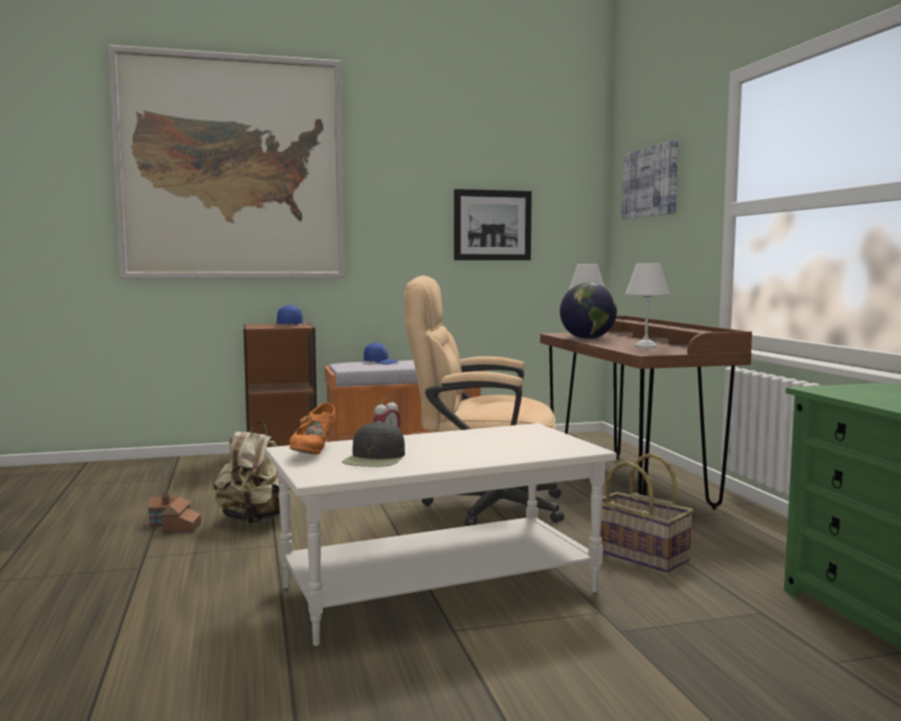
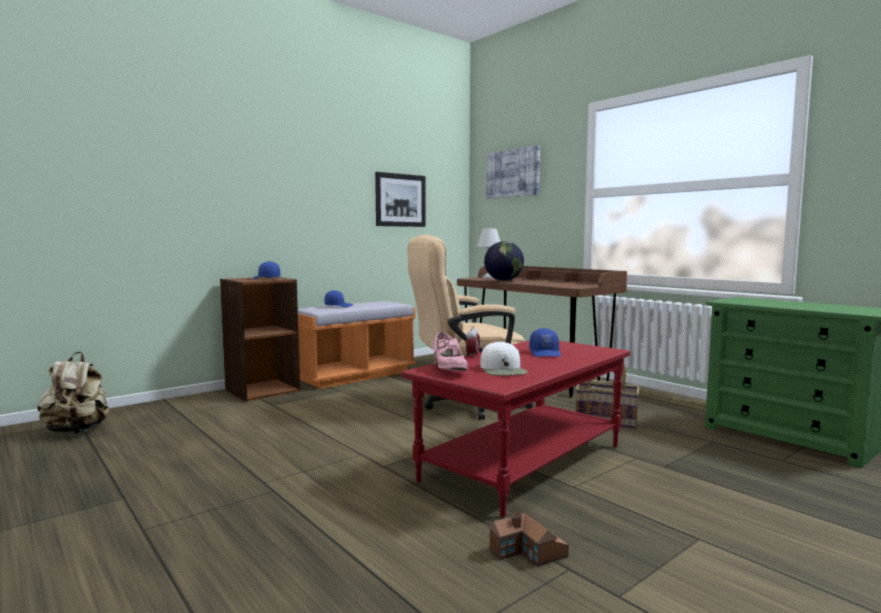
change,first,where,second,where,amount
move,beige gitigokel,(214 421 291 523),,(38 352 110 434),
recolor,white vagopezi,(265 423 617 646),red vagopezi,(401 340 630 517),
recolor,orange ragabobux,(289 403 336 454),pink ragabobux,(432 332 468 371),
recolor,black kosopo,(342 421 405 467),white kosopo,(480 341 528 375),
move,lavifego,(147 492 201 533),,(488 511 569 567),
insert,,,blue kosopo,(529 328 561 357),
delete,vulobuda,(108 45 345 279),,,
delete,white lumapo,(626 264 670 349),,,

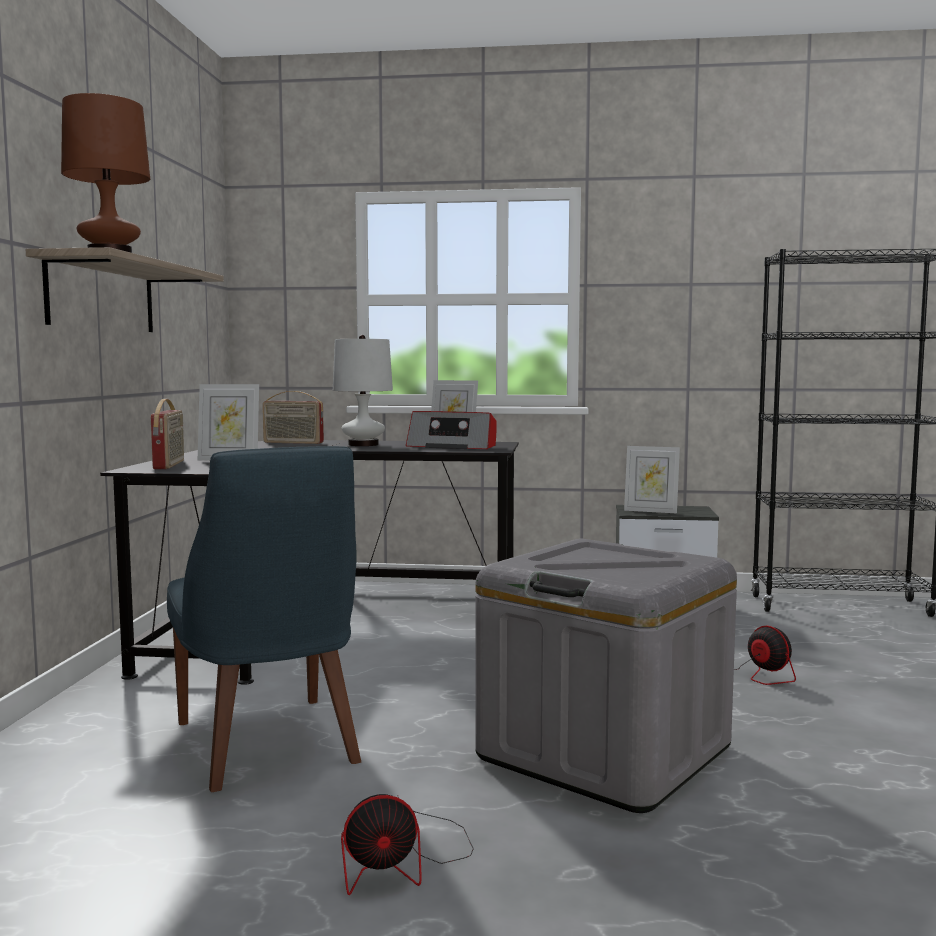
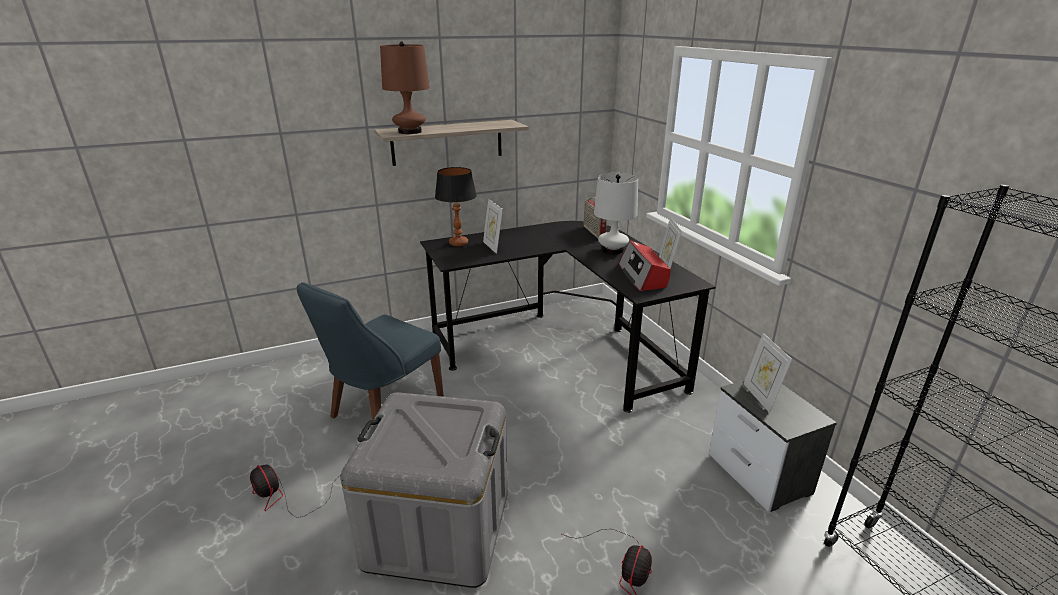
change,first,where,second,where,amount
replace,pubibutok,(151 399 184 469),lumapo,(435 167 477 246),

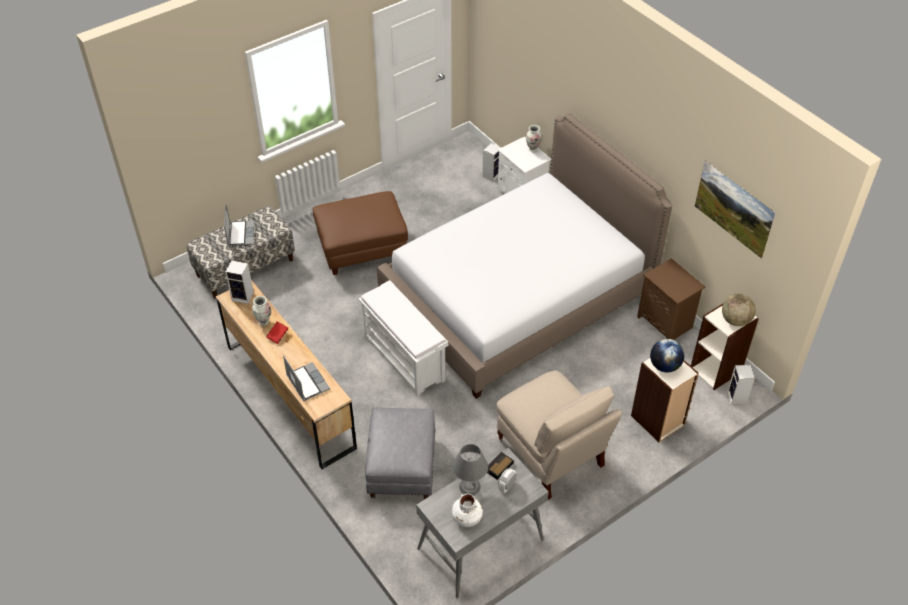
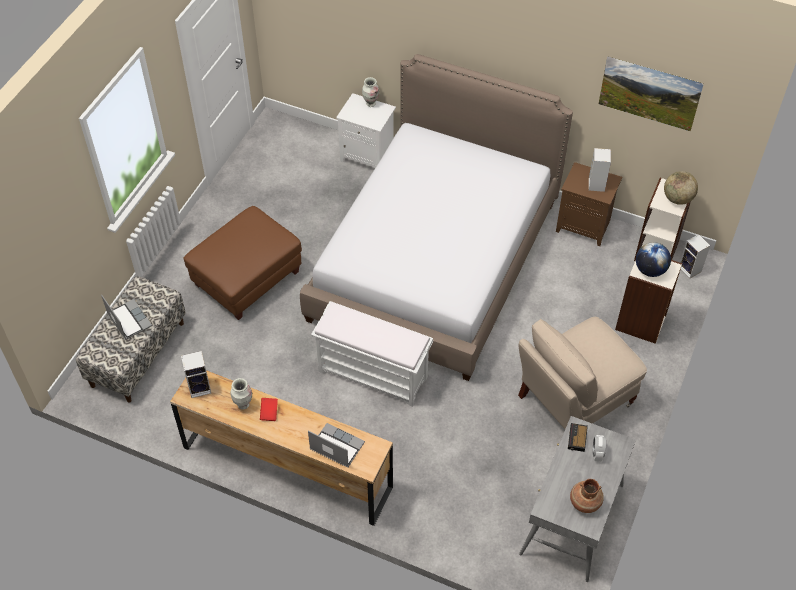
change,first,where,second,where,amount
rotate,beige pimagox,(497 370 622 500),,(518 317 647 429),120 degrees clockwise
recolor,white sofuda,(452 494 483 527),brown sofuda,(570 479 604 513),
move,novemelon,(482 143 502 182),,(589 148 611 192),
delete,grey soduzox,(365 408 435 499),,,
delete,grey lumapo,(452 444 488 496),,,

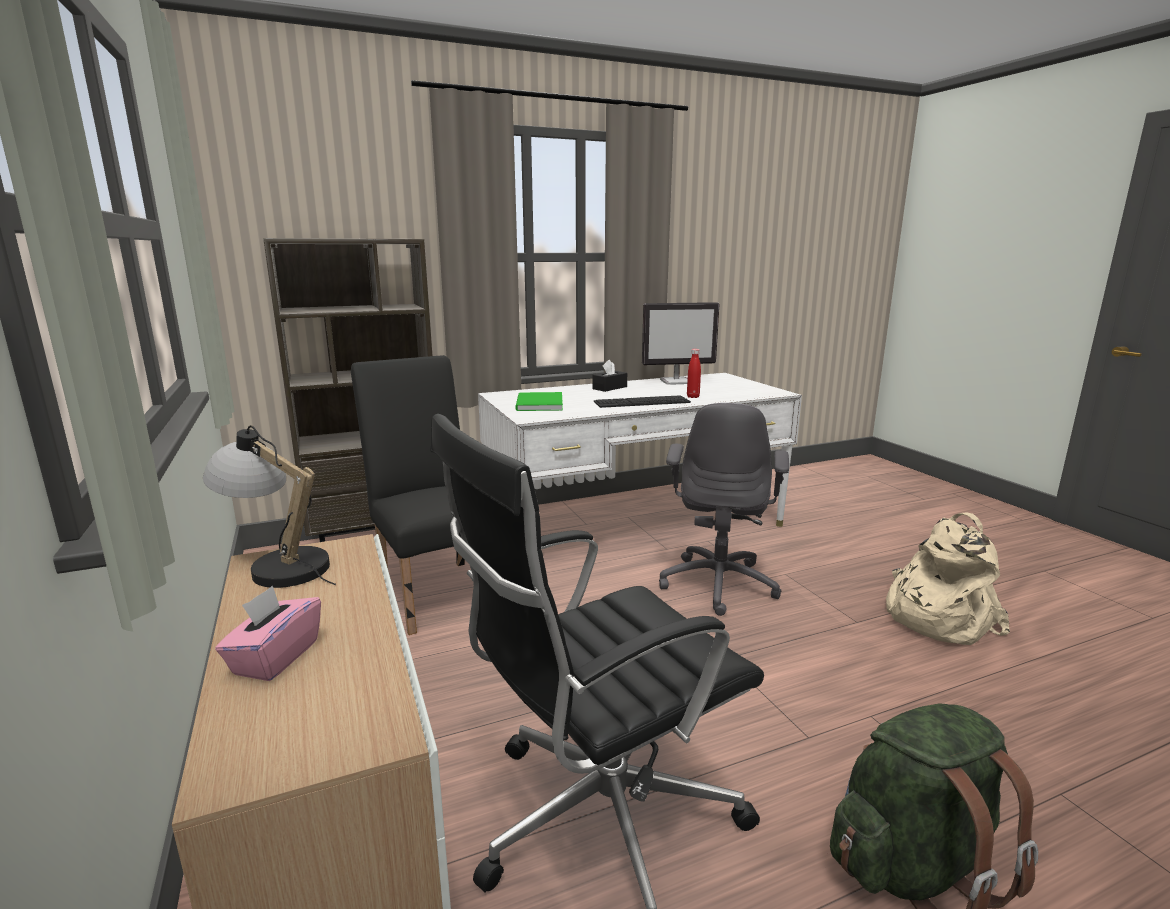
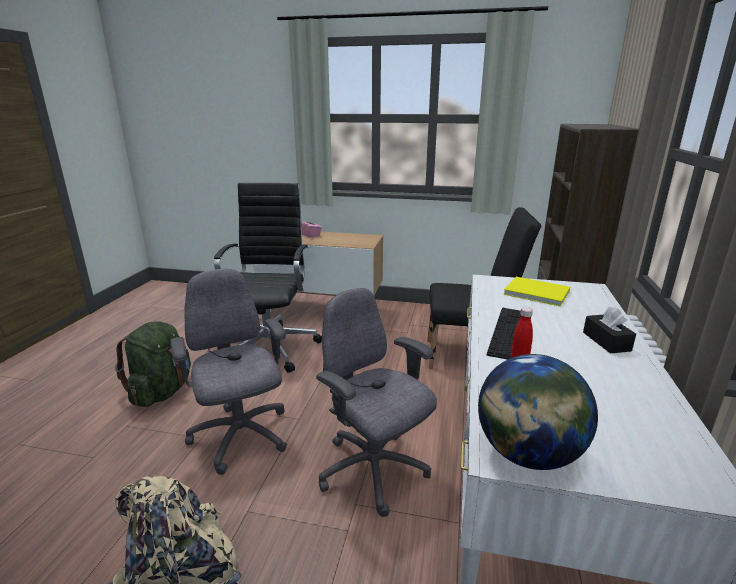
change,first,where,second,where,amount
insert,,,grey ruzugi,(170 269 287 475),
insert,,,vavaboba,(478 354 598 470),
recolor,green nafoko,(515 392 563 411),yellow nafoko,(503 277 570 307),
delete,lumapo,(203 425 336 588),,,
delete,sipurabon,(642 302 719 385),,,

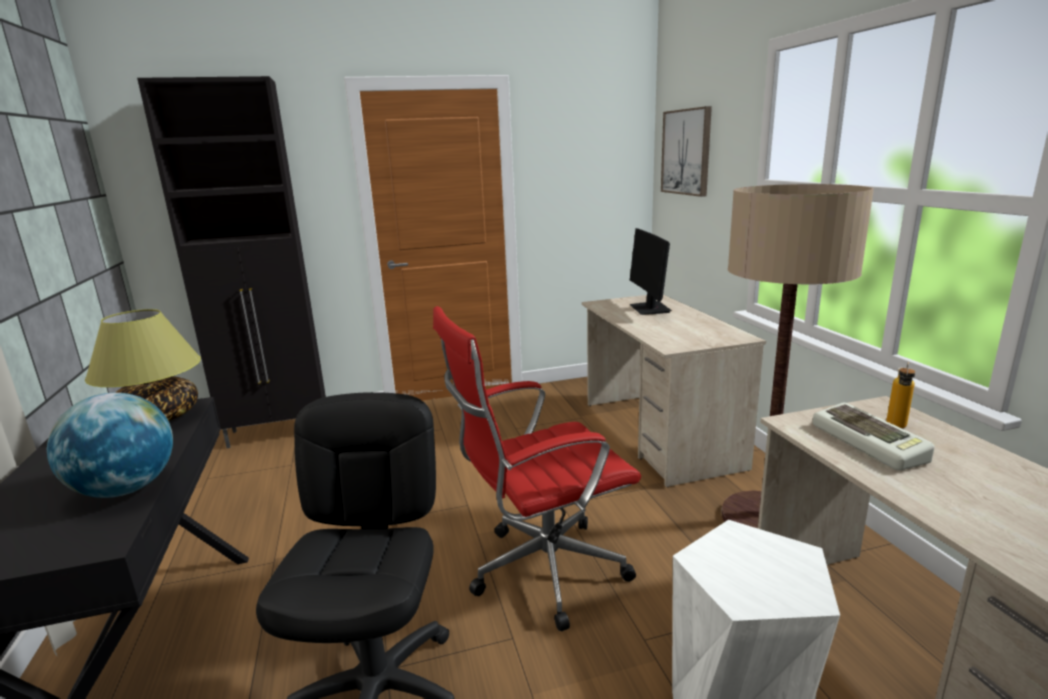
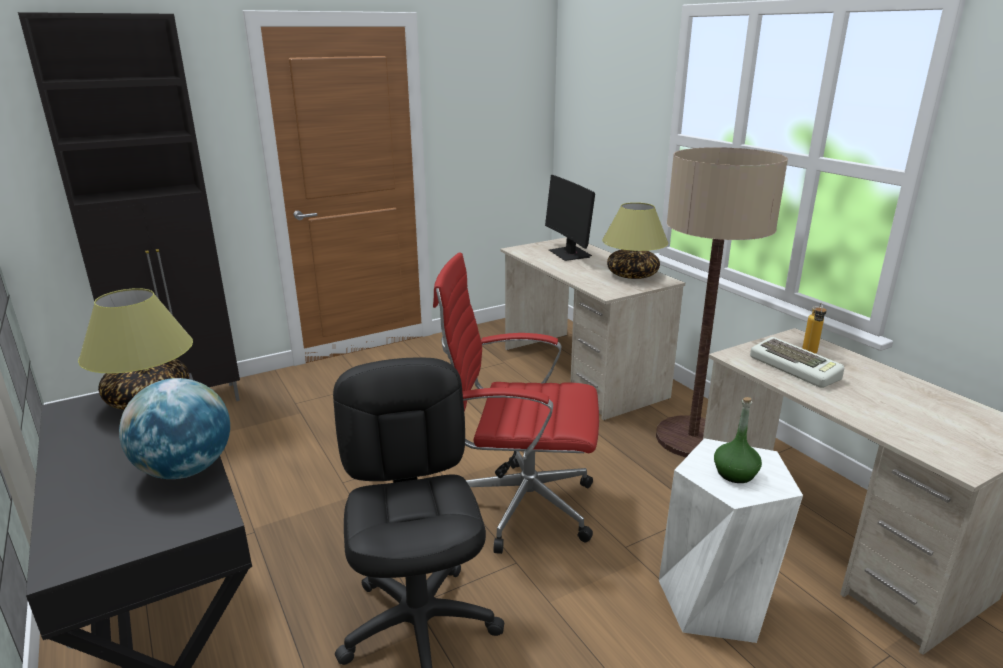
change,first,where,second,where,amount
rotate,red ruzugi,(433 306 641 631),,(433 252 599 554),45 degrees clockwise
insert,,,lumapo,(602 202 669 279),
insert,,,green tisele,(714 397 762 483),
delete,vulobuda,(661 106 712 197),,,

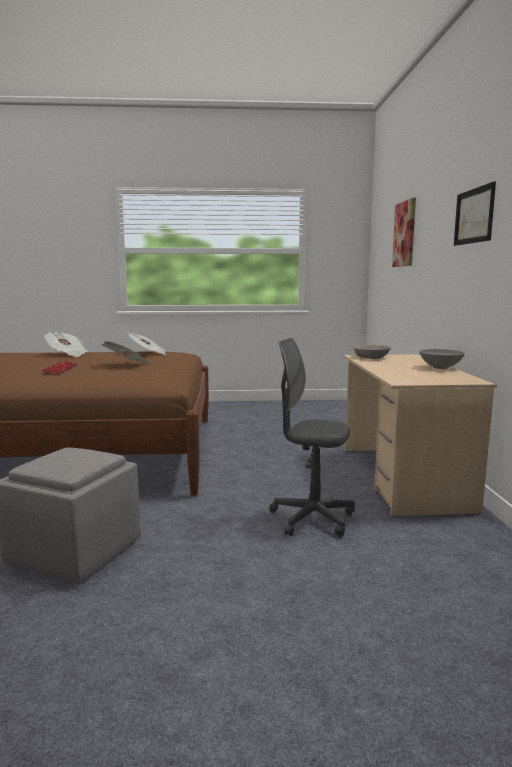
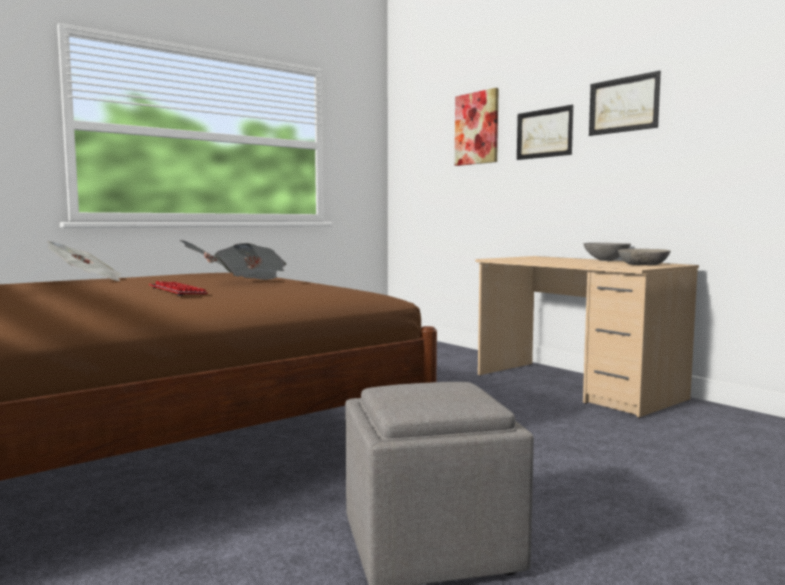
change,first,where,second,where,amount
insert,,,vulobuda,(517 105 573 160),
move,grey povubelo,(353 344 391 359),,(618 249 671 265),
delete,grey ruzugi,(269 338 355 538),,,

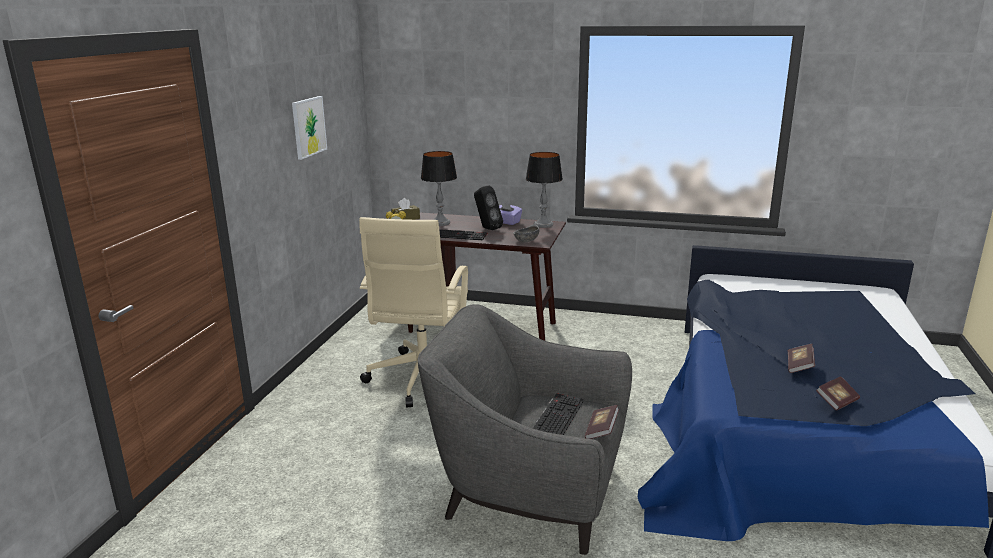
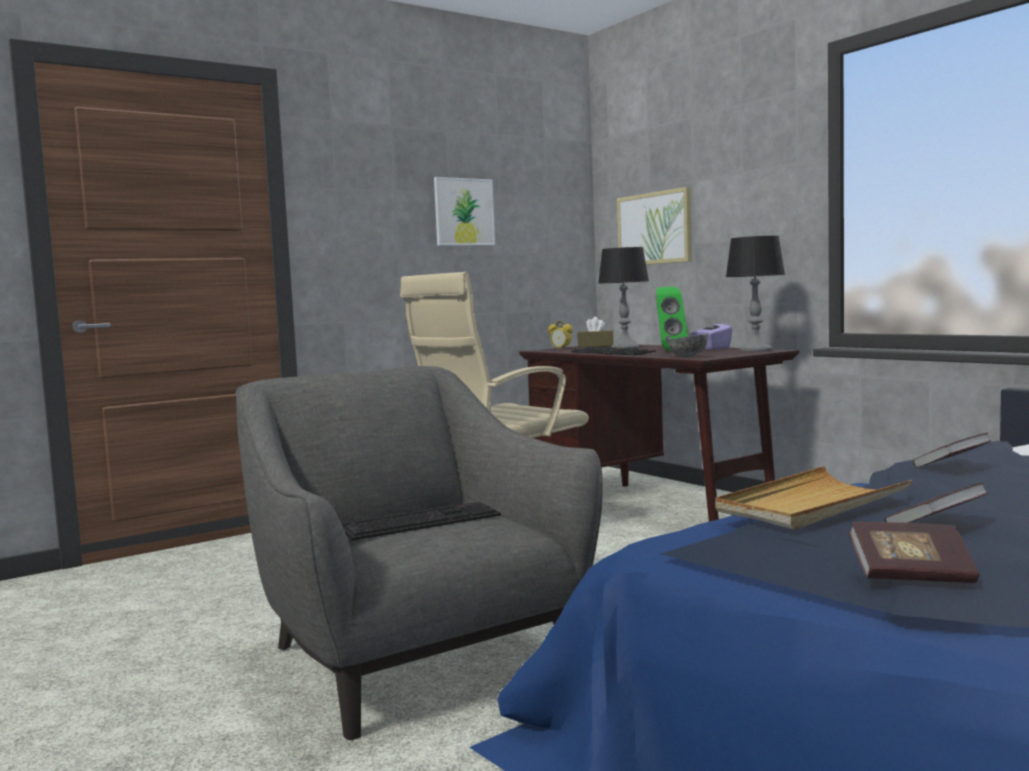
change,first,where,second,where,amount
insert,,,vulobuda,(617 187 692 265),
recolor,black novemelon,(474 186 503 230),green novemelon,(656 287 688 351),
insert,,,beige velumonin,(715 466 913 530),
move,nafoko,(585 405 619 439),,(913 433 991 468),

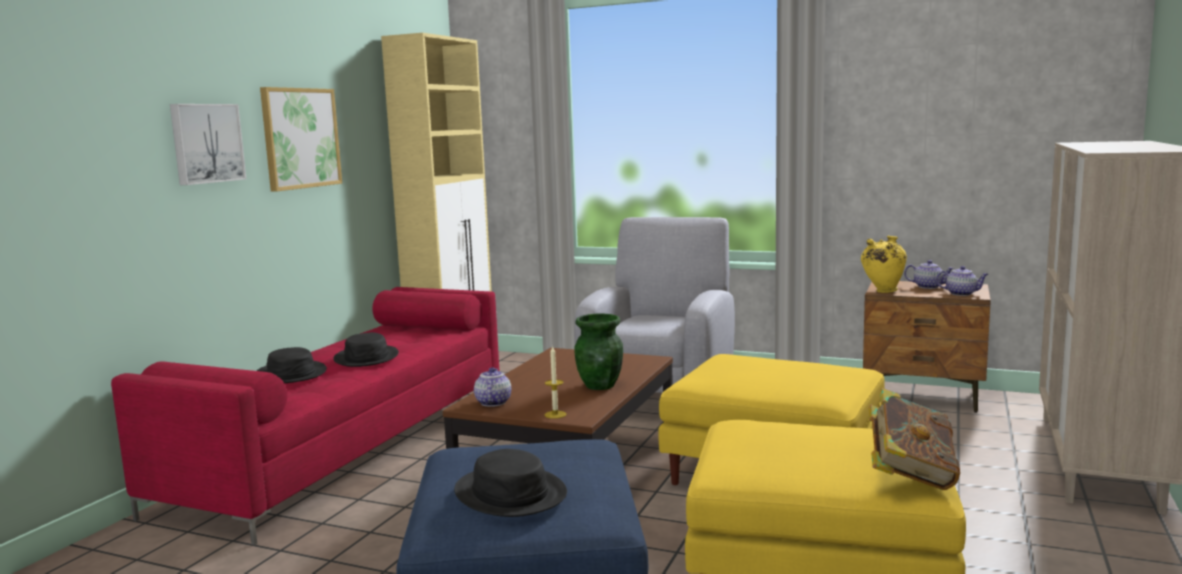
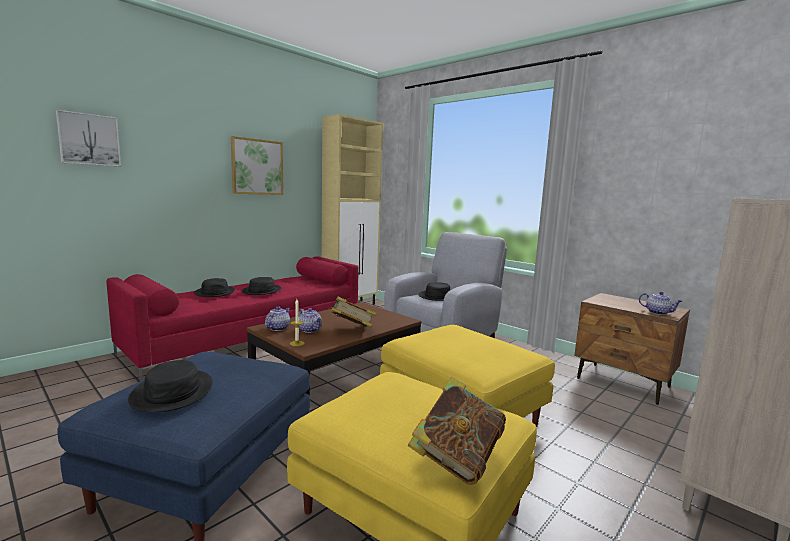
change,first,where,second,where,amount
move,vulobuda,(170 104 246 185),,(56 110 121 166),
move,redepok,(904 260 954 289),,(299 308 322 333),
replace,green sofuda,(574 314 623 390),nafoko,(329 297 377 327),
insert,,,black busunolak,(419 282 450 301),
delete,yellow sofuda,(861 236 907 293),,,

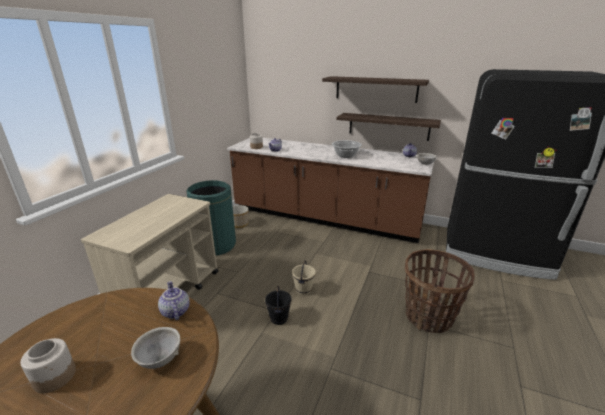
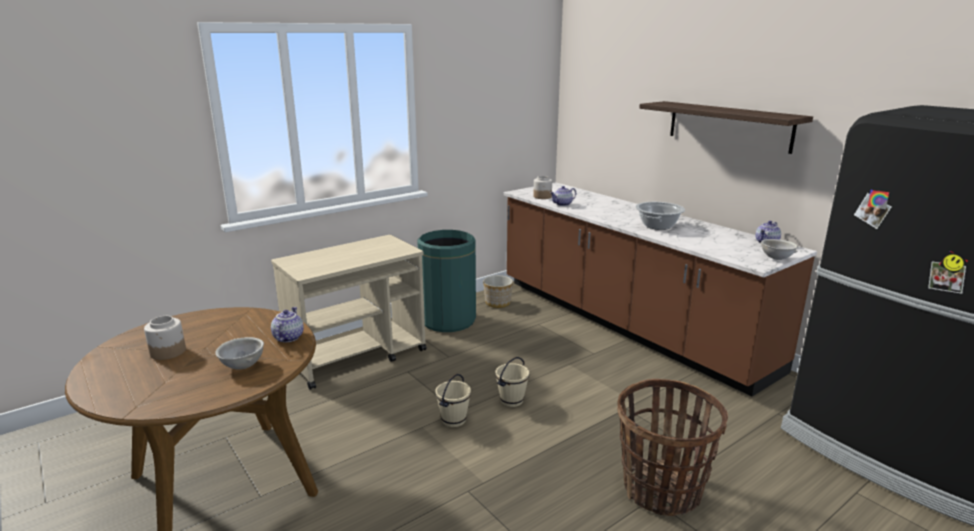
change,first,where,second,where,amount
recolor,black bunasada,(265 286 292 325),beige bunasada,(435 374 471 427),
delete,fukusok,(337 113 441 141),,,

